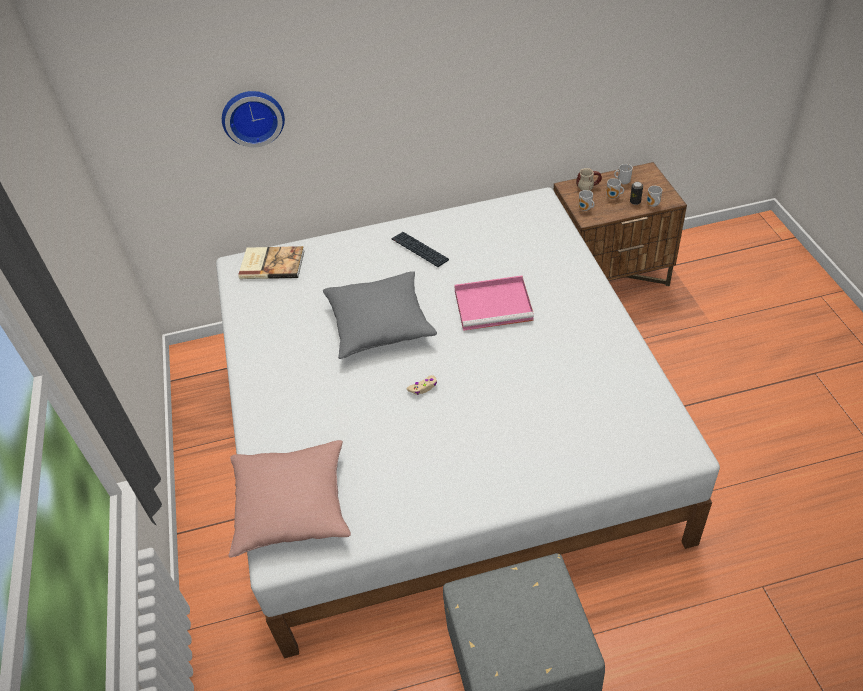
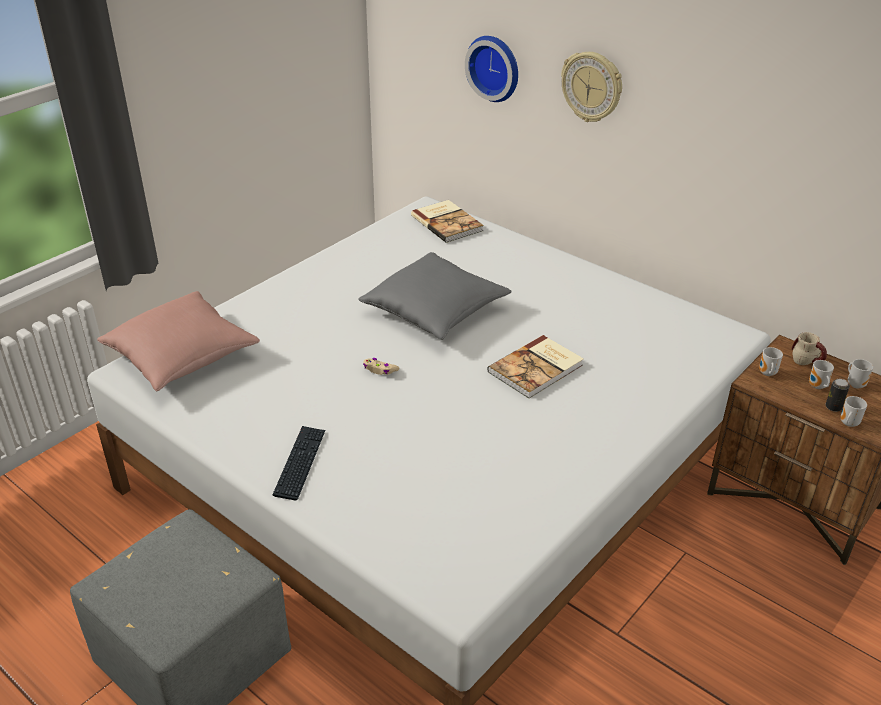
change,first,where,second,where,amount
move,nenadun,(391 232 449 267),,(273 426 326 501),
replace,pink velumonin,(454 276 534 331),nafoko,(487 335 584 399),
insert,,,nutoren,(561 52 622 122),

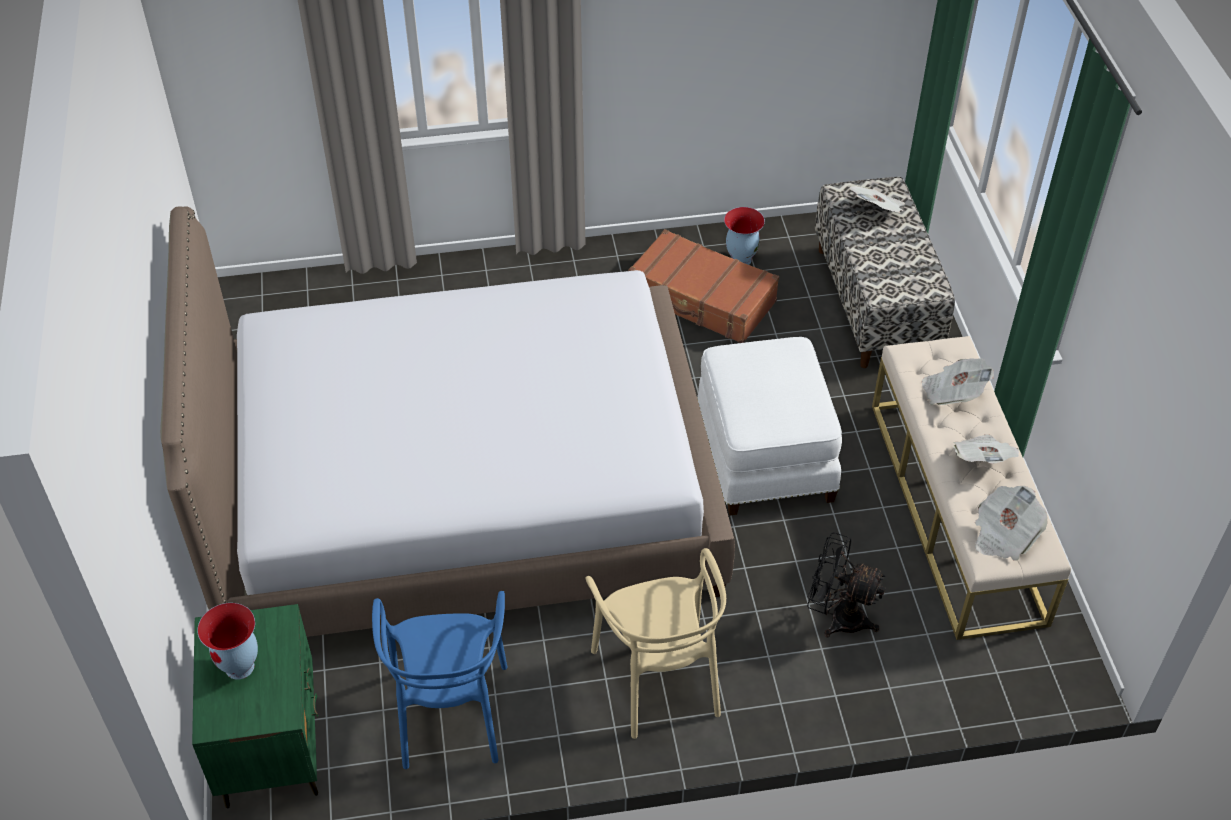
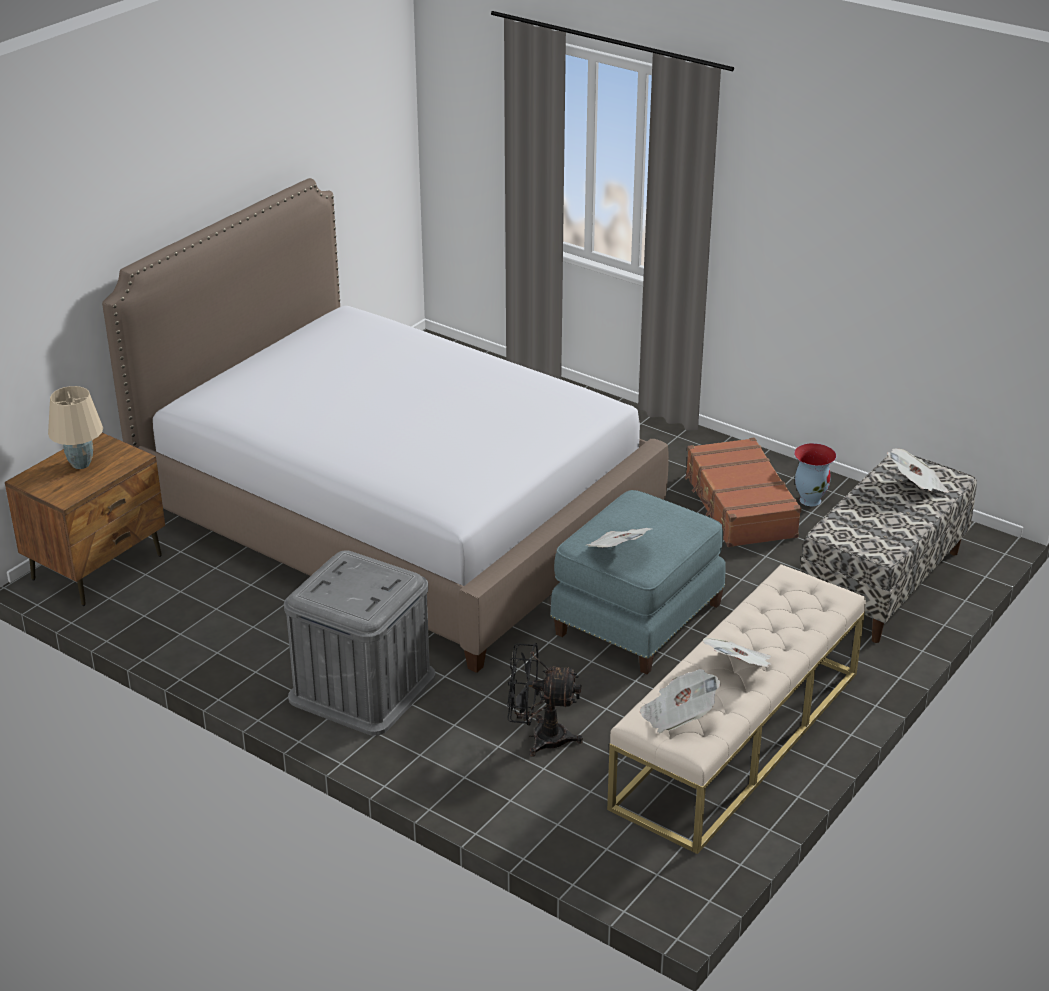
change,first,where,second,where,amount
recolor,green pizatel,(192 604 318 808),brown pizatel,(5 433 165 606),
replace,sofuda,(197 603 258 680),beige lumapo,(48 386 103 469),
replace,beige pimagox,(586 548 726 739),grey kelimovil,(284 550 436 736),
rotate,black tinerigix,(807 532 886 637),,(507 643 583 756),60 degrees counterclockwise
recolor,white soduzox,(697 337 842 515),blue soduzox,(550 490 726 674),
move,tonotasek,(921 358 994 405),,(585 528 651 547),
delete,blue pimagox,(372 591 507 769),,,

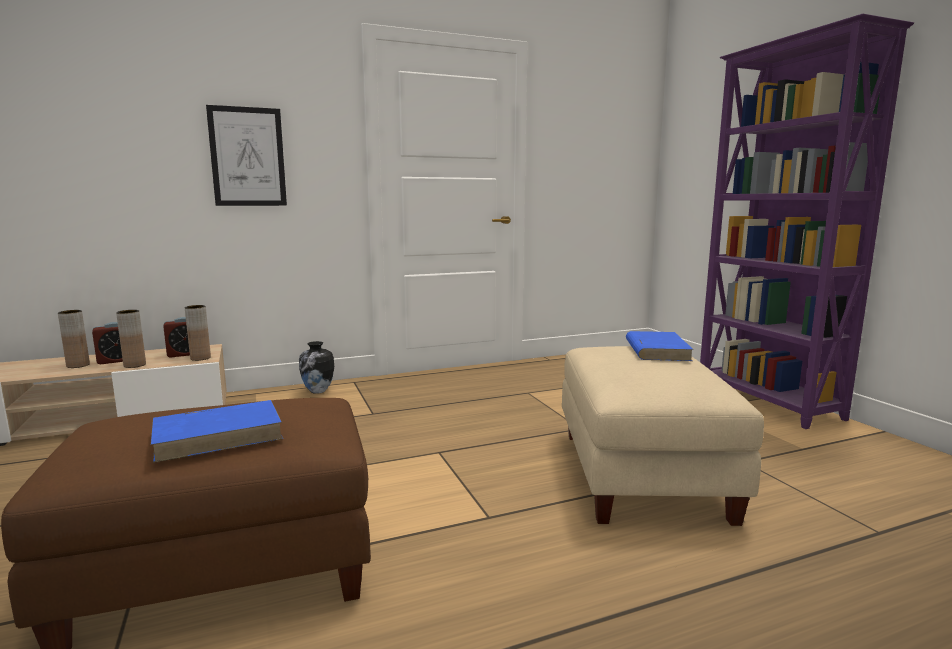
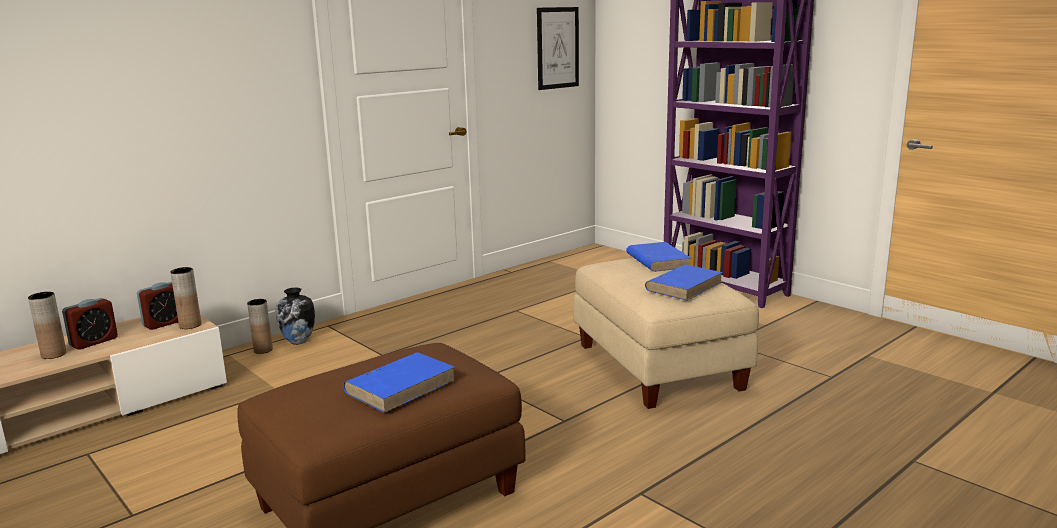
change,first,where,second,where,amount
move,brown sofuda,(116 310 146 368),,(247 299 273 354),
move,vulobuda,(206 105 287 206),,(537 7 579 90),
insert,,,blue nafoko,(645 265 723 300),

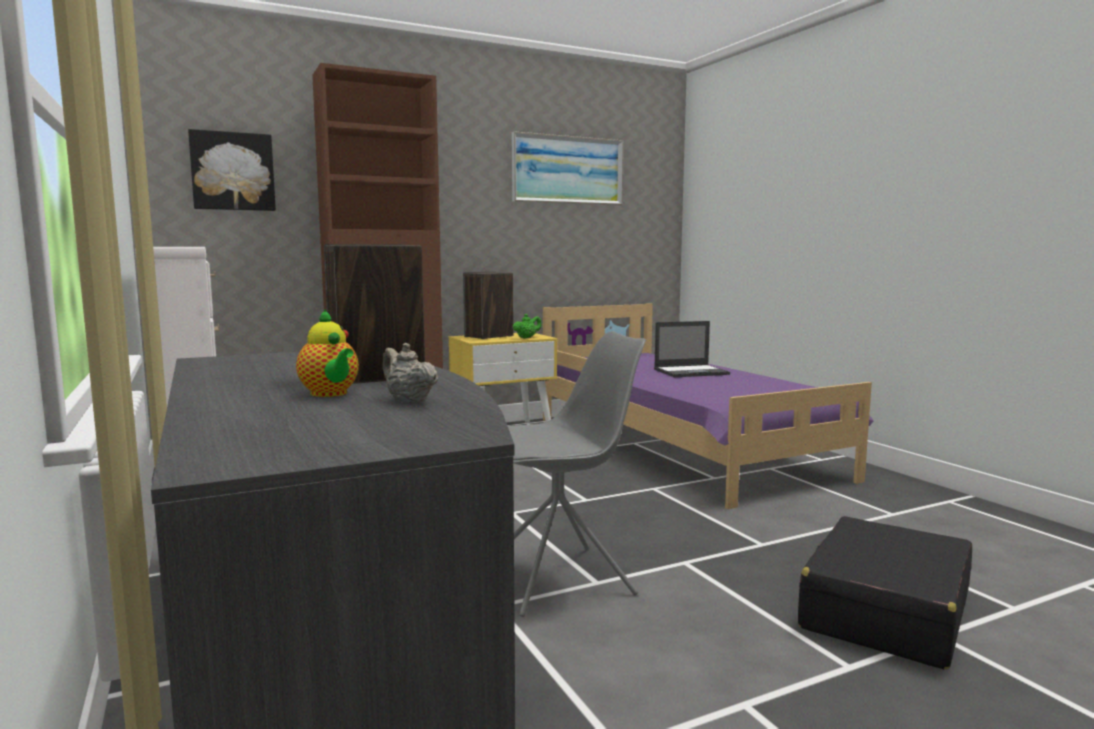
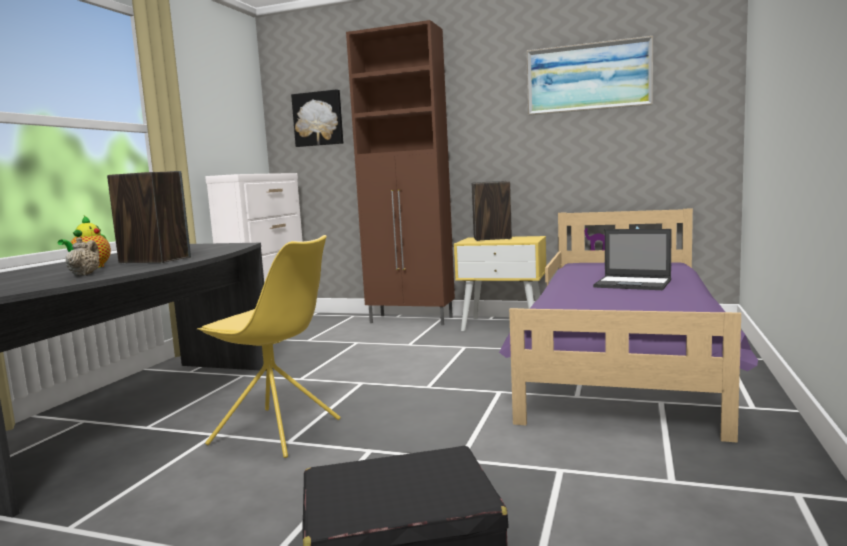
change,first,where,second,where,amount
recolor,grey pimagox,(508 331 646 617),yellow pimagox,(197 235 340 458),
delete,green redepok,(513 314 542 339),,,

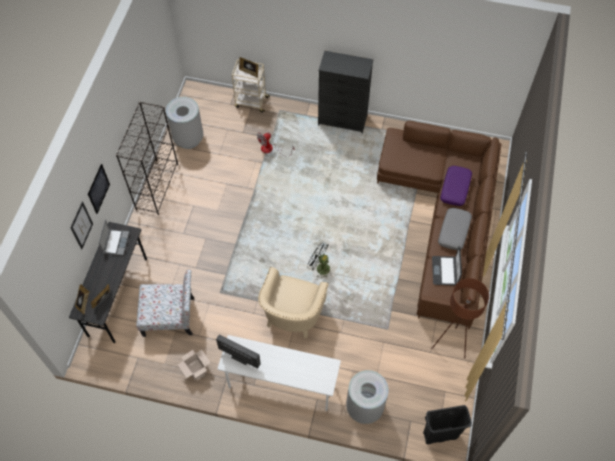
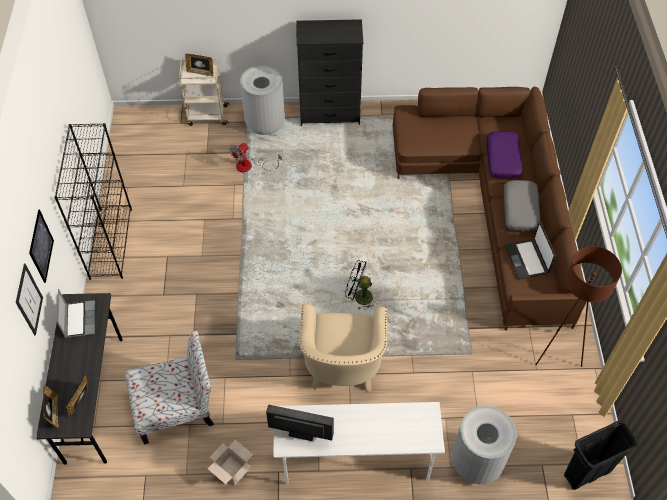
change,first,where,second,where,amount
move,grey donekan,(166 97 203 149),,(240 65 285 135),

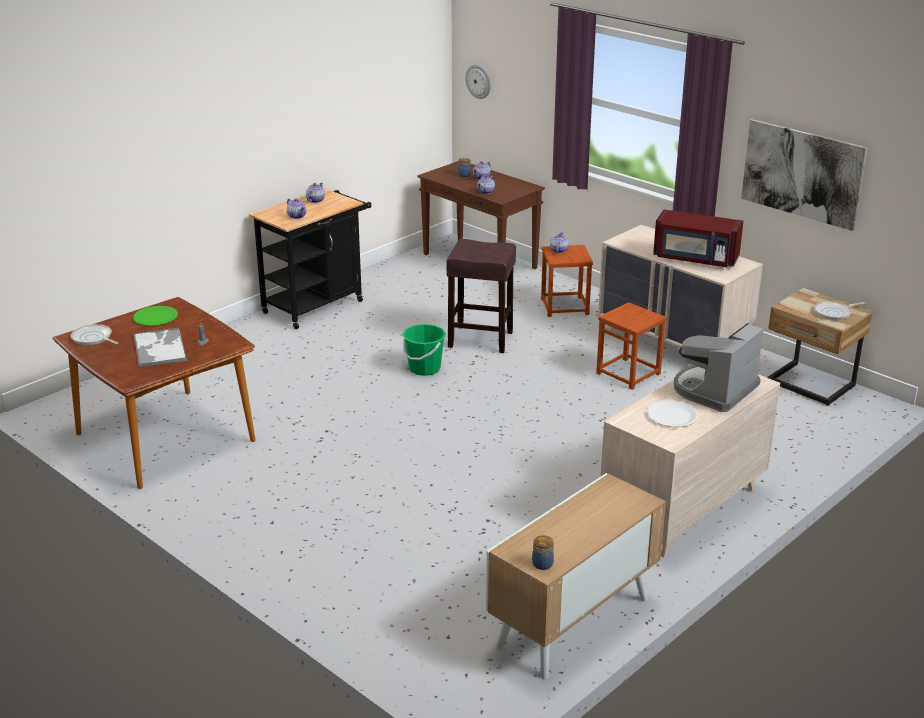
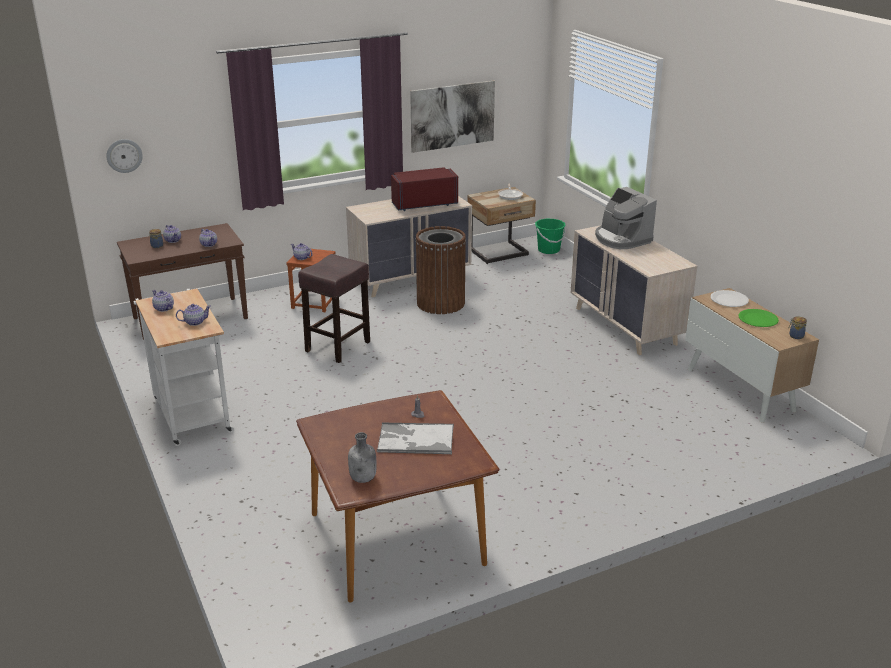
change,first,where,second,where,amount
recolor,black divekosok,(249 189 372 329),white divekosok,(134 289 234 446),
replace,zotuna,(71 324 119 345),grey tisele,(348 432 377 483),
rotate,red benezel,(653 209 743 267),,(391 167 458 211),150 degrees counterclockwise
replace,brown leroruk,(596 302 667 390),brown donekan,(416 226 466 314),
move,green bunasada,(402 324 446 376),,(535 219 566 254),
move,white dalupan,(647 400 699 427),,(710 290 749 307),
move,green dalupan,(133 306 178 326),,(739 309 779 327),

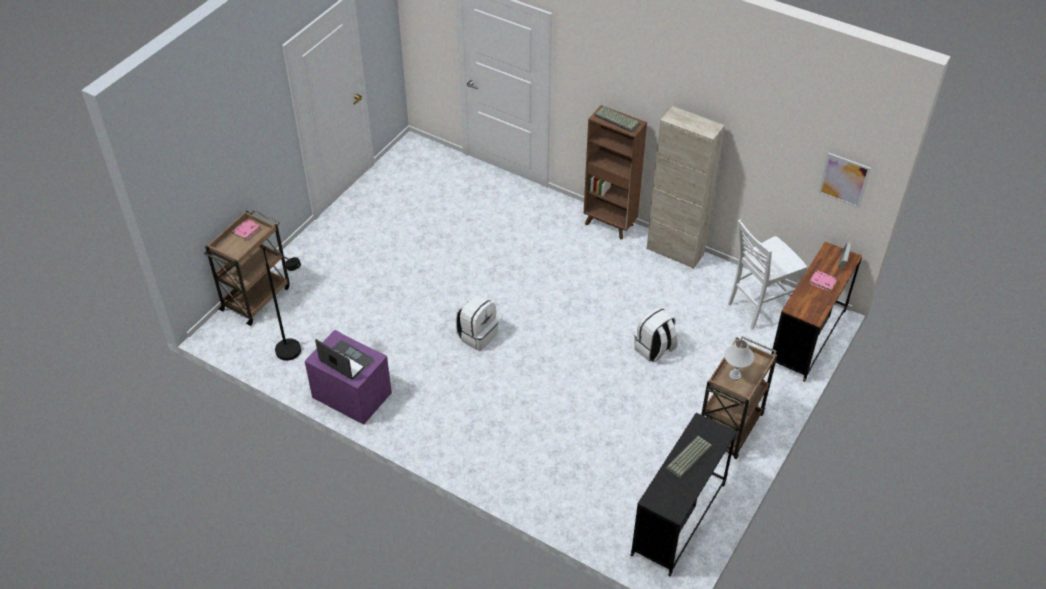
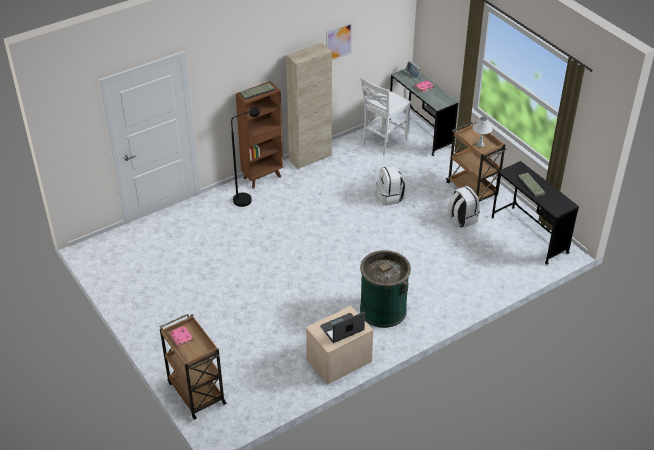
change,first,where,second,where,amount
move,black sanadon,(263 248 301 361),,(231 107 260 207),
recolor,purple pizatel,(305 330 392 425),beige pizatel,(306 306 373 384),
move,vulobuda,(818 153 871 208),,(326 22 352 61),
rotate,white pimagox,(728 220 807 330),,(360 77 411 155),45 degrees clockwise
insert,,,green donekan,(360 250 411 328),
recolor,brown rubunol,(771 241 862 382),grey rubunol,(389 69 459 156),
move,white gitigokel,(456 294 499 351),,(448 186 480 228),

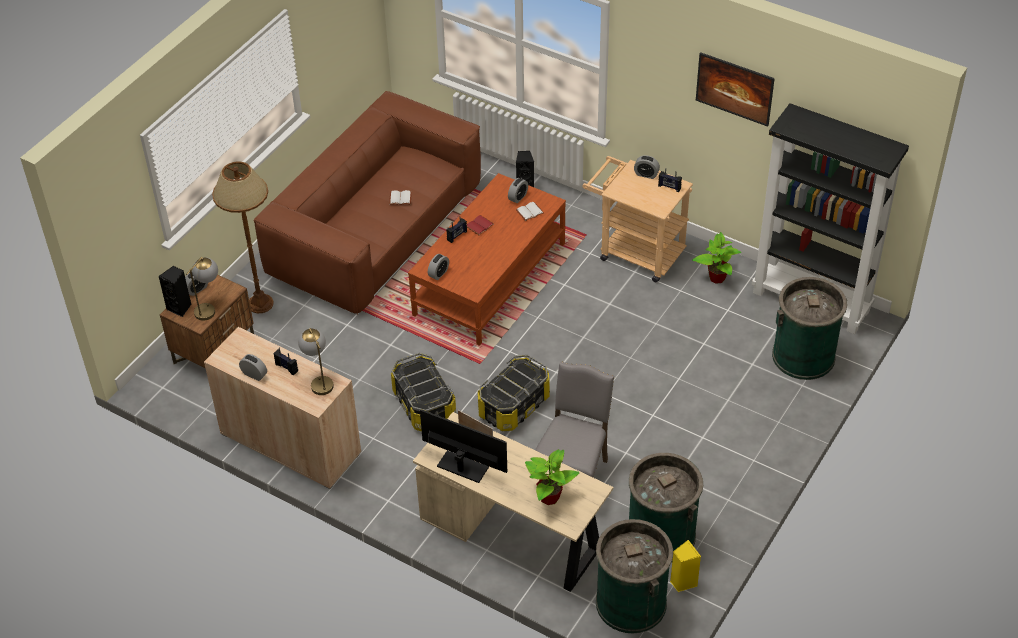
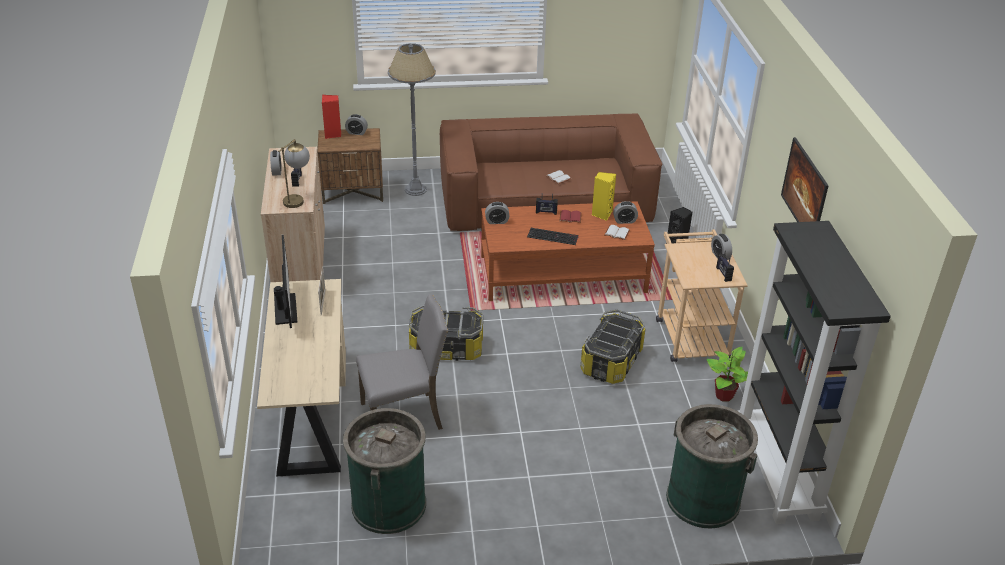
change,first,where,second,where,amount
recolor,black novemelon,(158 266 191 317),red novemelon,(322 95 341 139),
recolor,brown sanadon,(212 161 274 313),grey sanadon,(388 43 436 196),
insert,,,nenadun,(527 228 579 245),
move,kelimovil,(391 353 456 431),,(580 310 646 384),
move,yellow novemelon,(670 540 701 592),,(592 172 616 221),
delete,lumapo,(186 256 218 321),,,
delete,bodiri,(525 449 580 505),,,
delete,green donekan,(596 519 673 634),,,

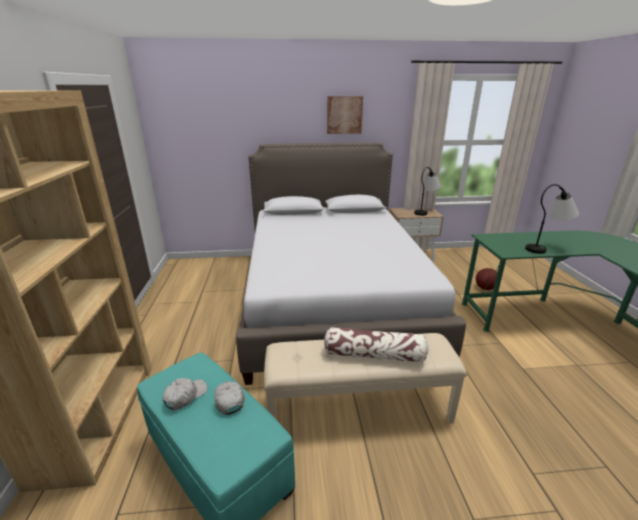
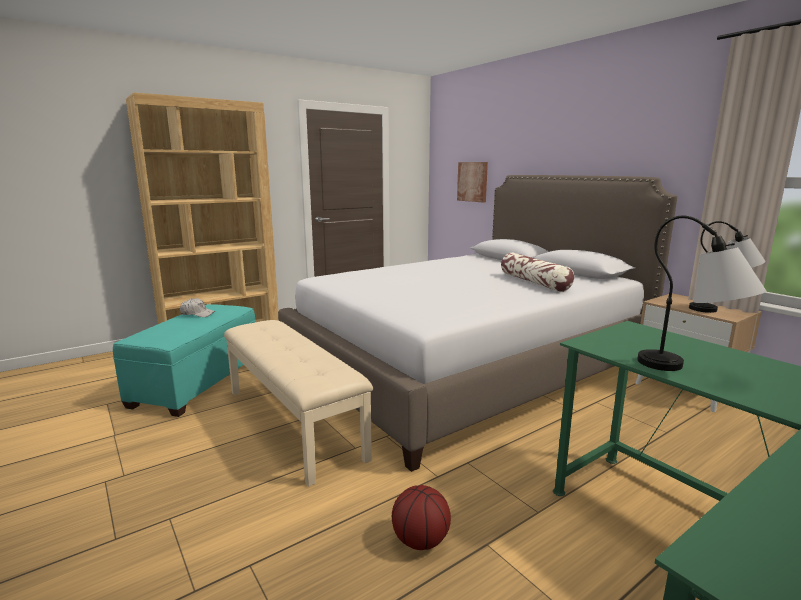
change,first,where,second,where,amount
move,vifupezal,(476 268 497 290),,(392 485 451 550),
move,vulobuda,(327 96 363 134),,(457 162 488 203),
move,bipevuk,(324 327 428 363),,(501 253 574 292),
delete,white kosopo,(214 382 245 415),,,

